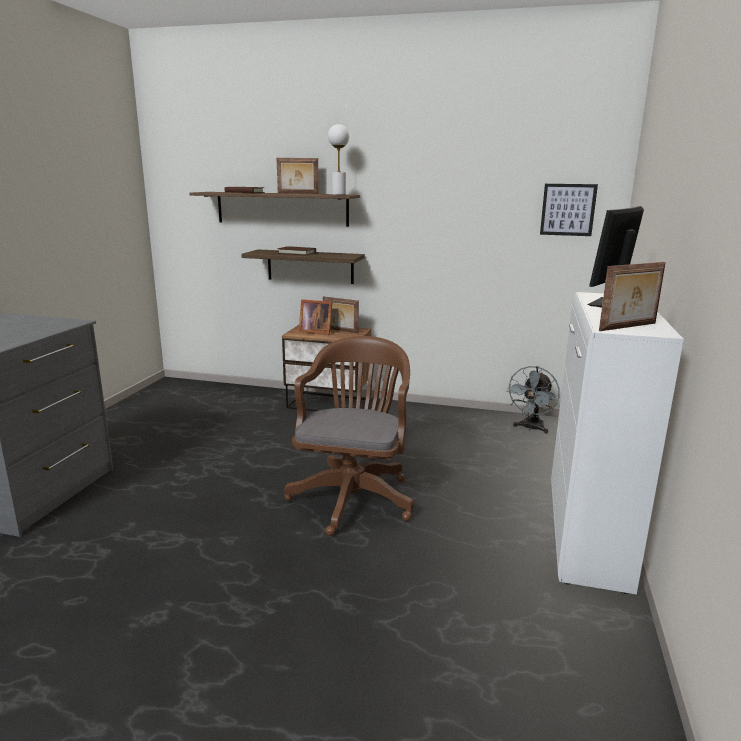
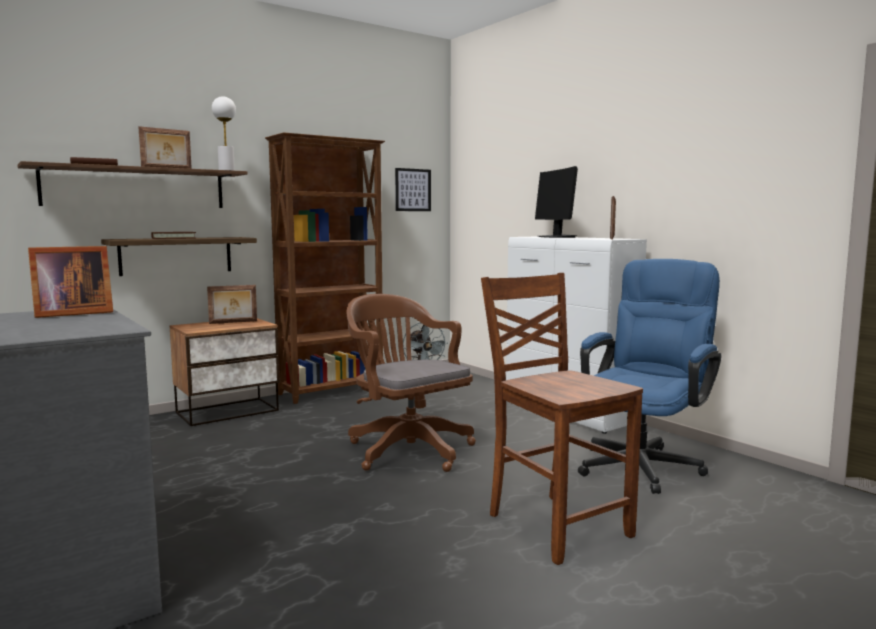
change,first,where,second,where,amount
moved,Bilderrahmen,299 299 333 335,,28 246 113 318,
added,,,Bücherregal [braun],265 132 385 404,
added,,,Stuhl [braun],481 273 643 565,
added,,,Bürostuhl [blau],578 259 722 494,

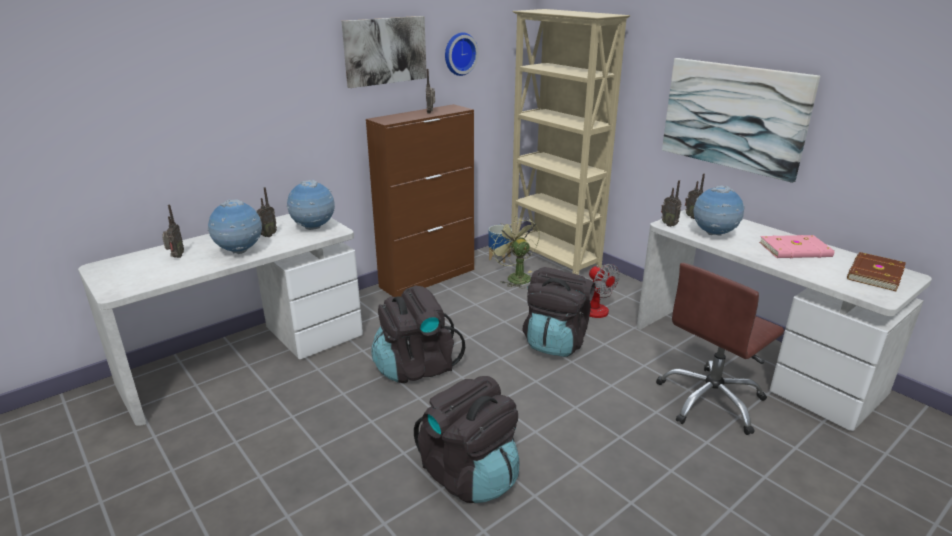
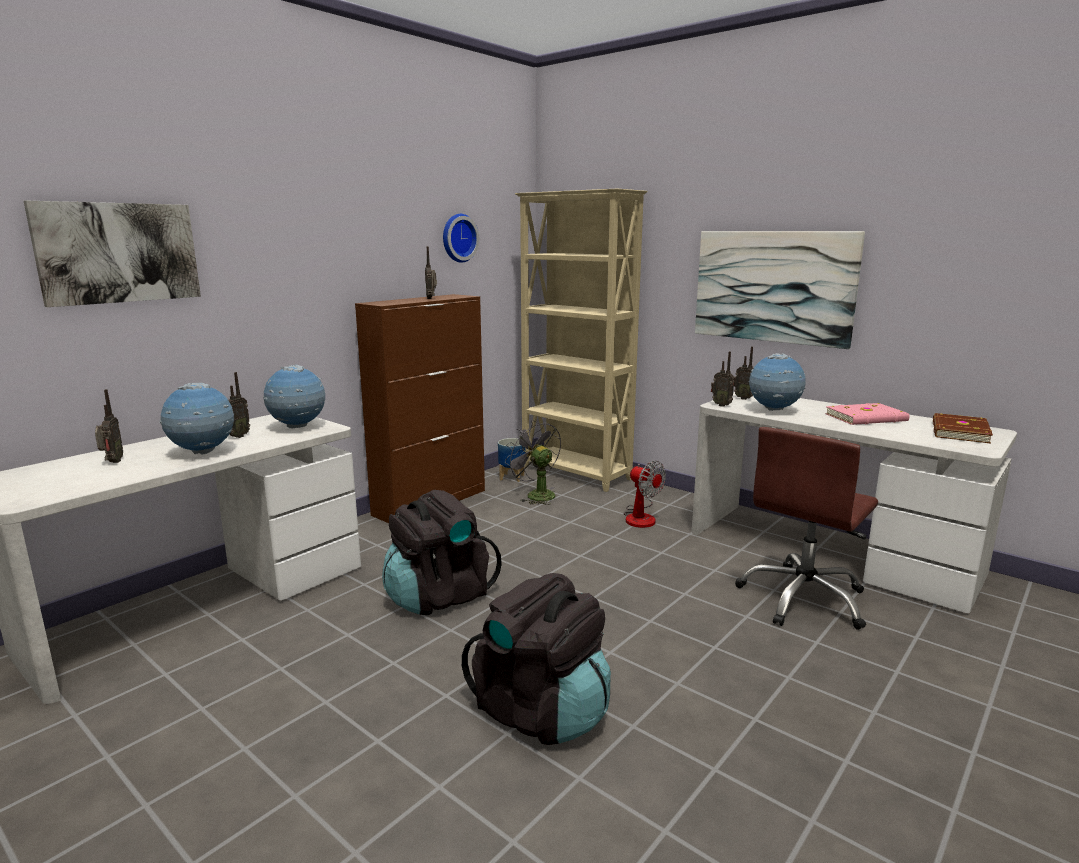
change,first,where,second,where,amount
moved,Bild,342 16 427 88,,24 201 201 307,
recoloured,Ventilator [grün],490 216 540 288,Ventilator [grau],505 420 561 505,
removed,Rucksack [schwarz],523 267 595 357,,,

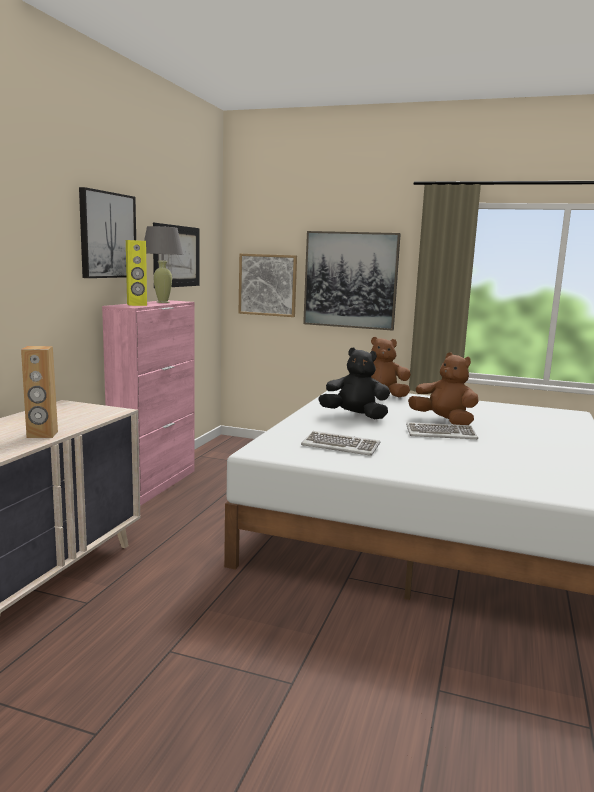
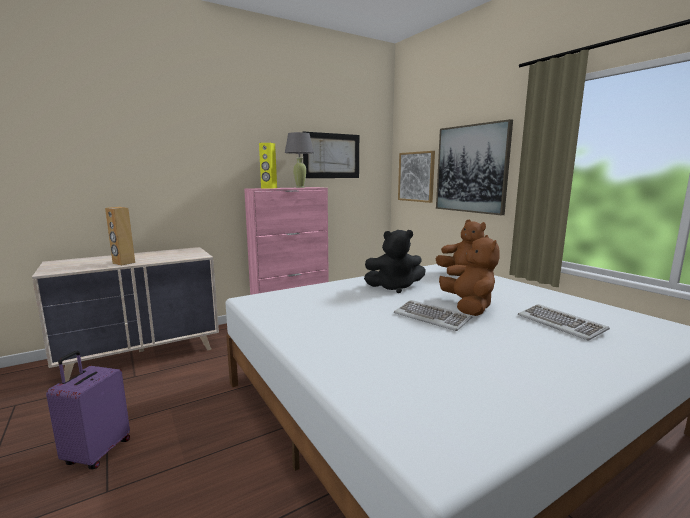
change,first,where,second,where,amount
added,,,Koffer [lila],46 351 130 469,
turned,Plüschtier [schwarz],318 348 390 419,,364 230 426 293,120 degrees clockwise
moved,Tastatur,301 431 380 456,,518 304 610 341,
removed,Bild,79 187 136 278,,,

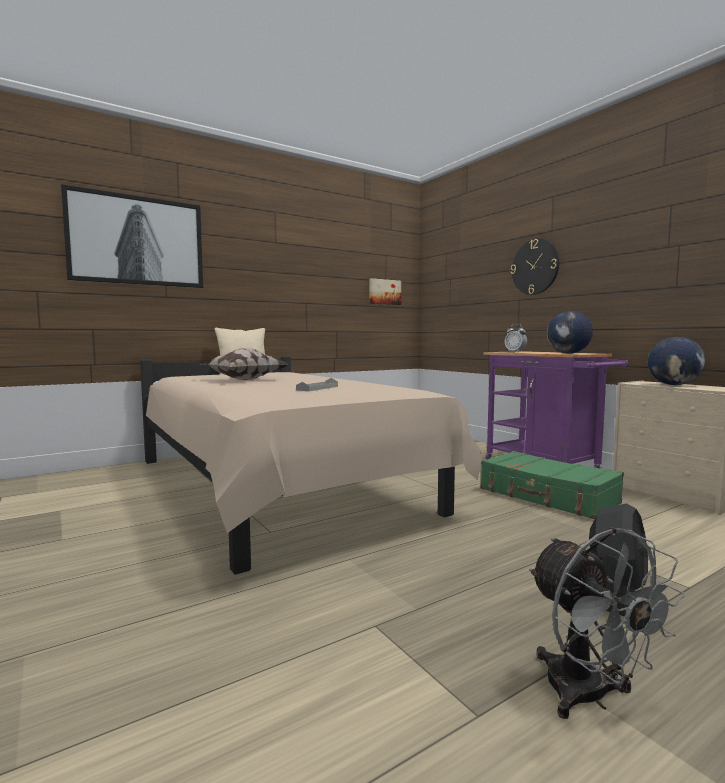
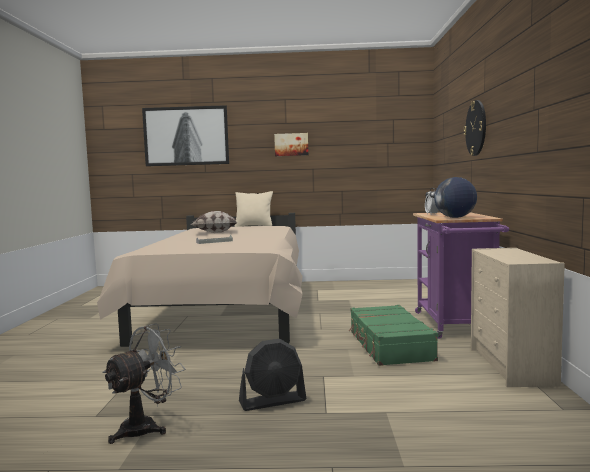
change,first,where,second,where,amount
turned,Ventilator [grau],529 527 685 719,,102 324 185 444,150 degrees counterclockwise
moved,Bild,370 278 401 305,,274 133 308 156,
removed,Globus,648 337 706 385,,,

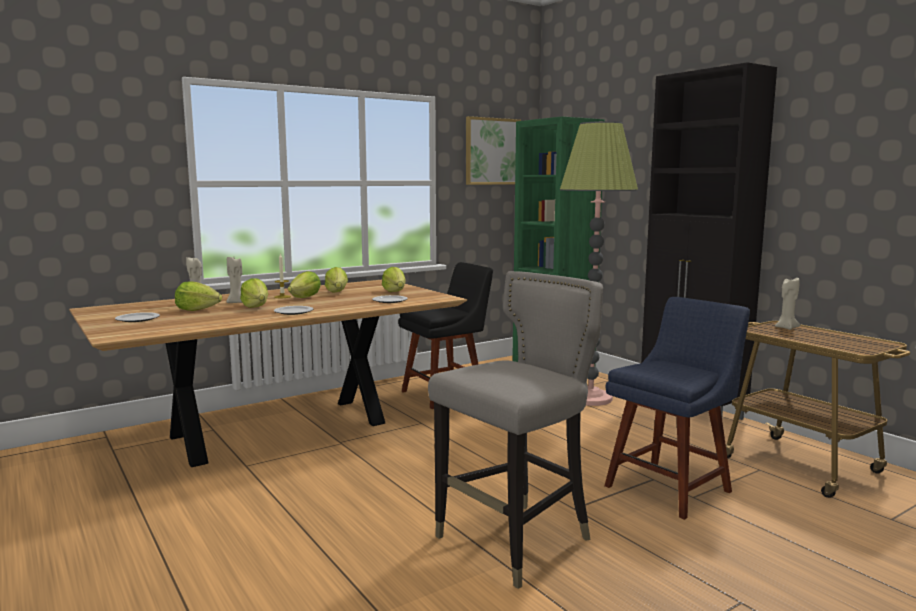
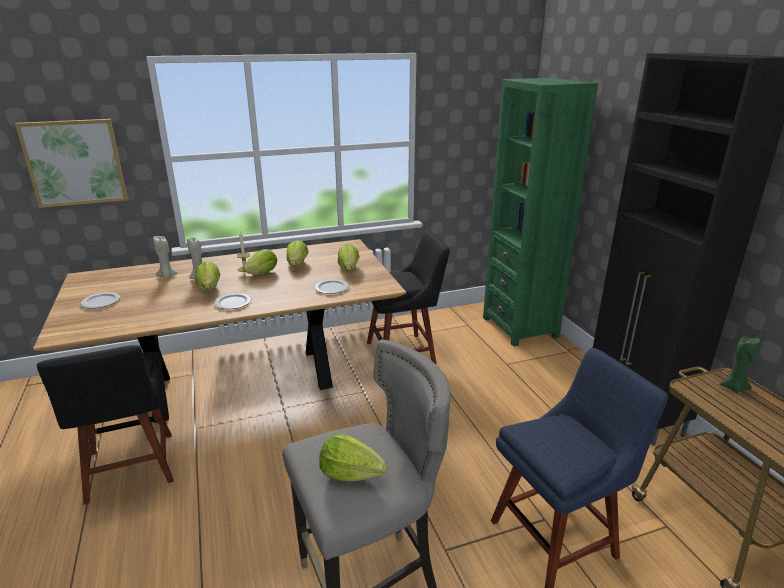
change,first,where,second,where,amount
moved,Bild,466 116 521 185,,15 119 128 208,
added,,,Stuhl [schwarz],37 345 173 505,
moved,Salatkopf,175 282 222 311,,319 434 387 481,
recoloured,Kerze [beige],775 278 800 330,Kerze [grün],720 336 760 393,
removed,Stehlampe,560 121 638 406,,,

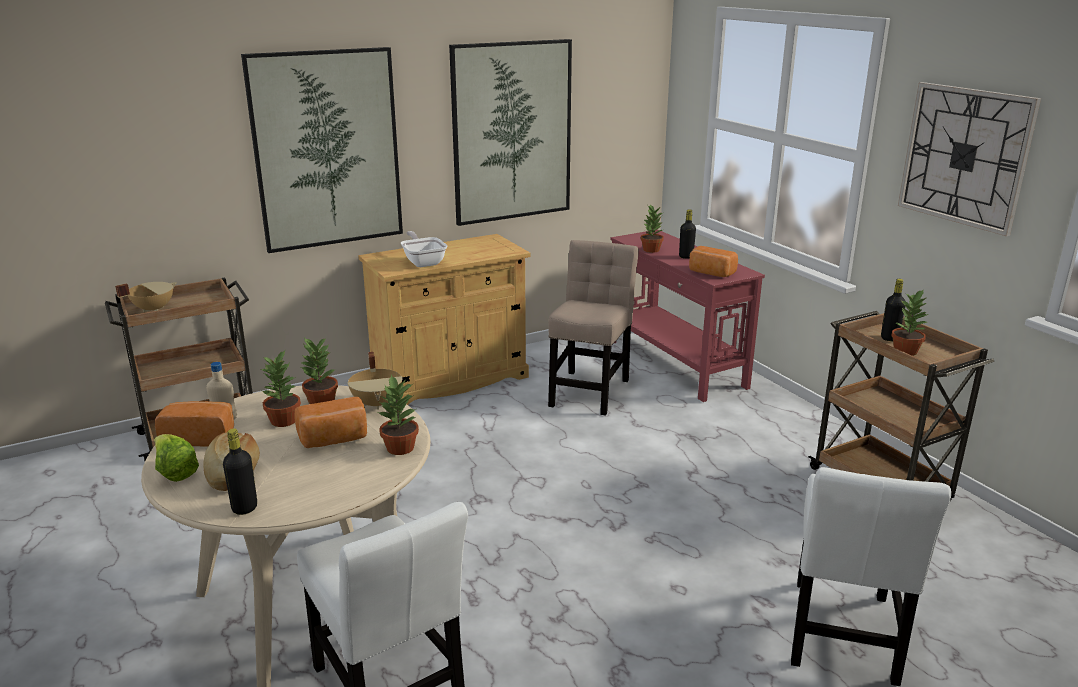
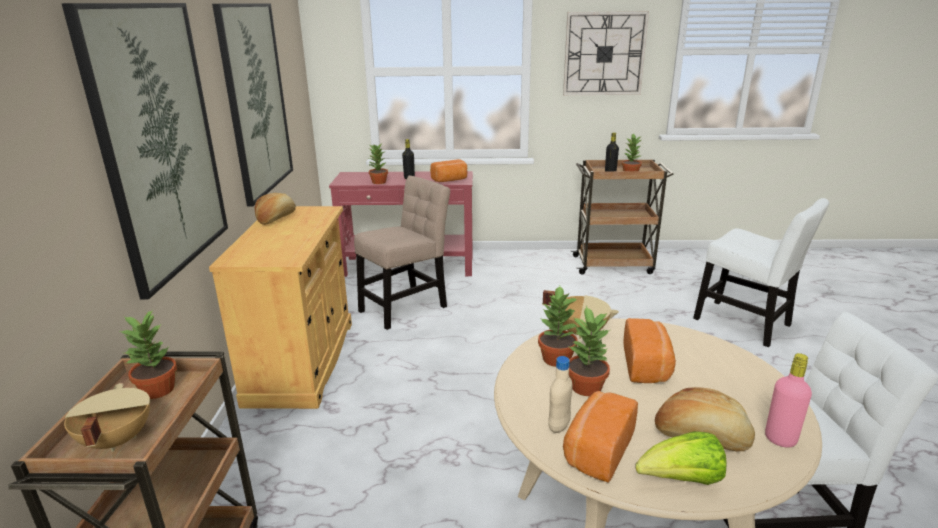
change,first,where,second,where,amount
moved,Topfpflanze,378 375 419 455,,120 310 177 399,
added,,,Brot,255 193 296 225,
turned,Stuhl [beige],548 240 639 416,,354 176 450 330,90 degrees clockwise
recoloured,Flasche [schwarz],223 429 257 515,Flasche [rosa],765 353 812 448,
removed,Pfanne,401 231 447 267,,,

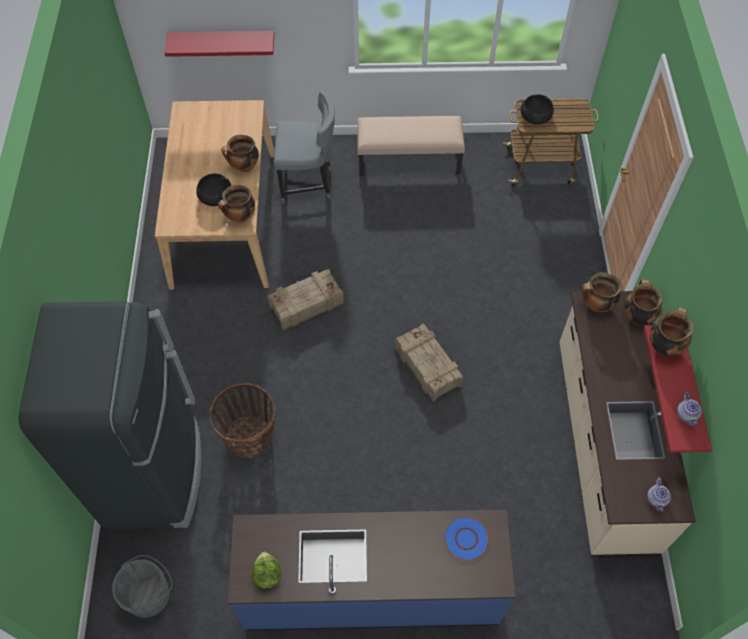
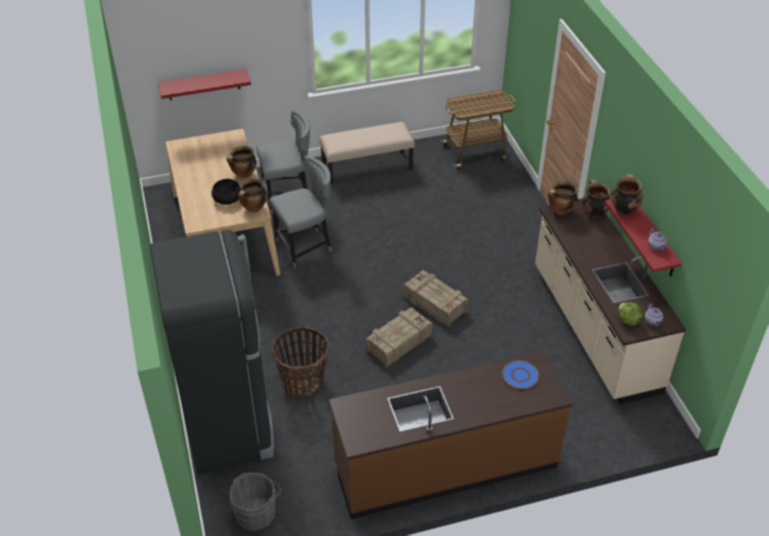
change,first,where,second,where,amount
added,,,Stuhl [grau],269 156 332 268,
recoloured,Küchenzeile [blau],228 510 515 631,Küchenzeile [braun],329 351 572 519,
moved,Kiste,268 269 344 331,,366 307 432 368,
moved,Salatkopf,251 552 281 589,,619 302 643 326,
removed,Schüssel [schwarz],521 94 554 125,,,

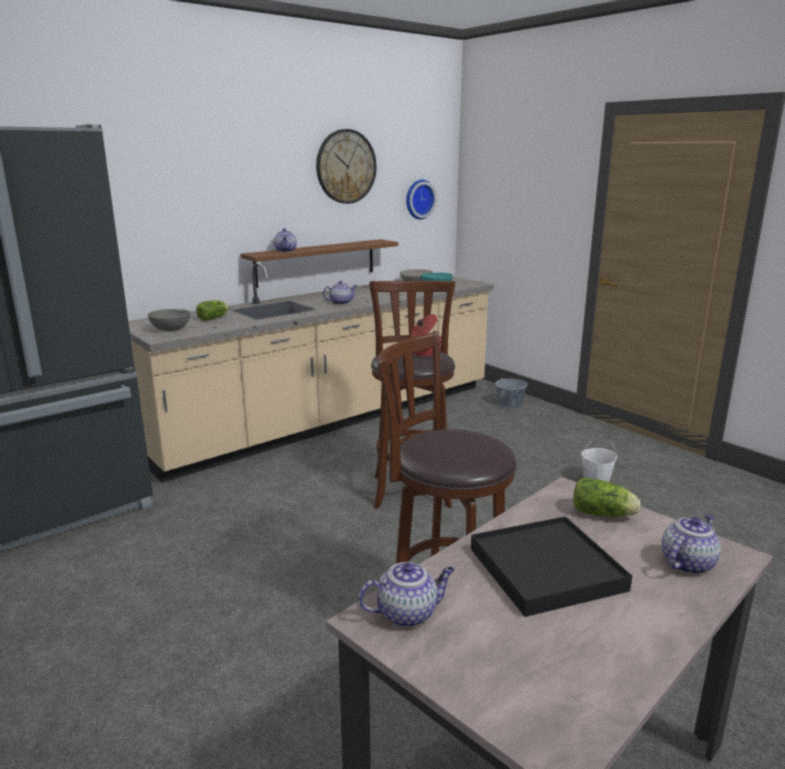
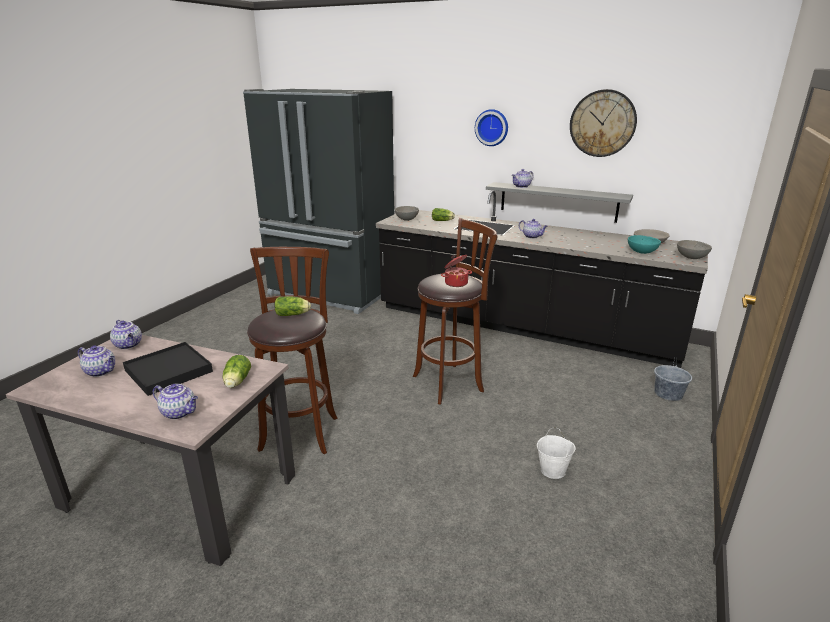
change,first,where,second,where,amount
added,,,Teekanne,78 345 115 377,
added,,,Salatkopf,275 296 311 316,
recoloured,Küchenzeile [beige],128 262 494 483,Küchenzeile [schwarz],376 190 708 368,
moved,Wanduhr,406 180 437 219,,475 109 508 146,
recoloured,Wandregal [braun],240 239 398 288,Wandregal [grau],486 182 633 223,
added,,,Schüssel [grau],677 240 712 259,

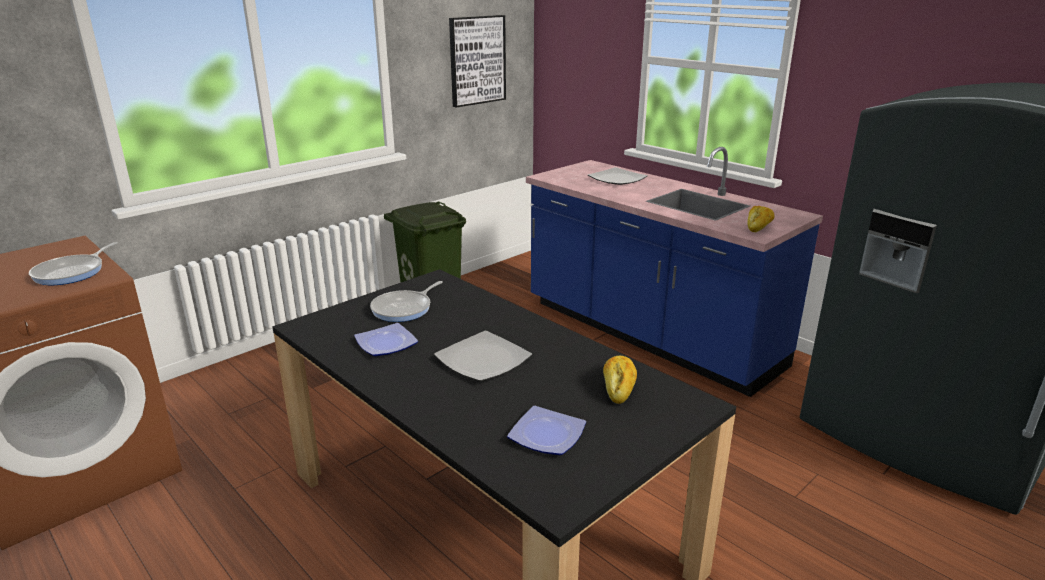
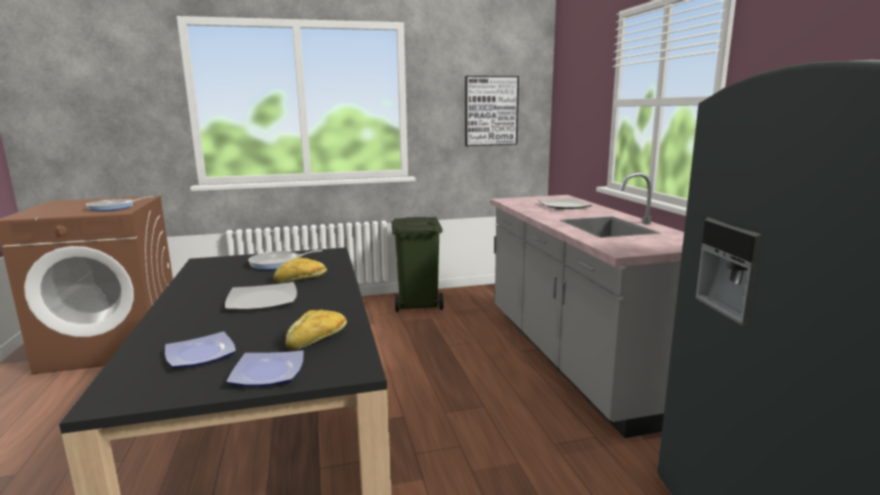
change,first,where,second,where,amount
moved,Teller,354 323 418 356,,226 350 304 387,
moved,Brot,747 206 775 232,,273 257 327 283,
recoloured,Küchenzeile [blau],526 147 823 397,Küchenzeile [grau],491 172 684 438,

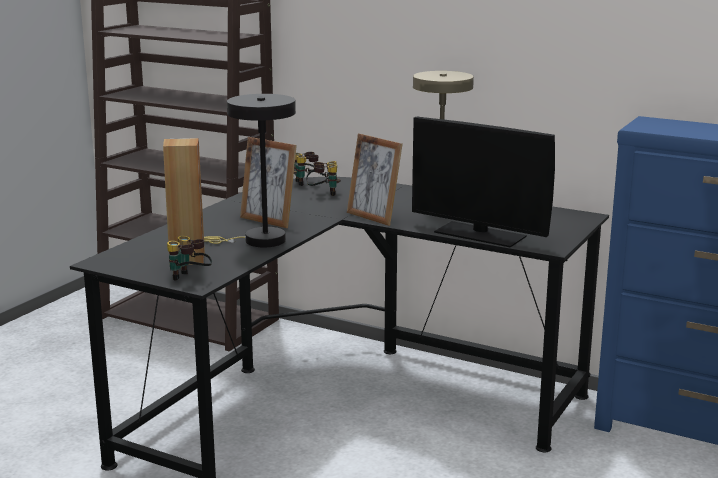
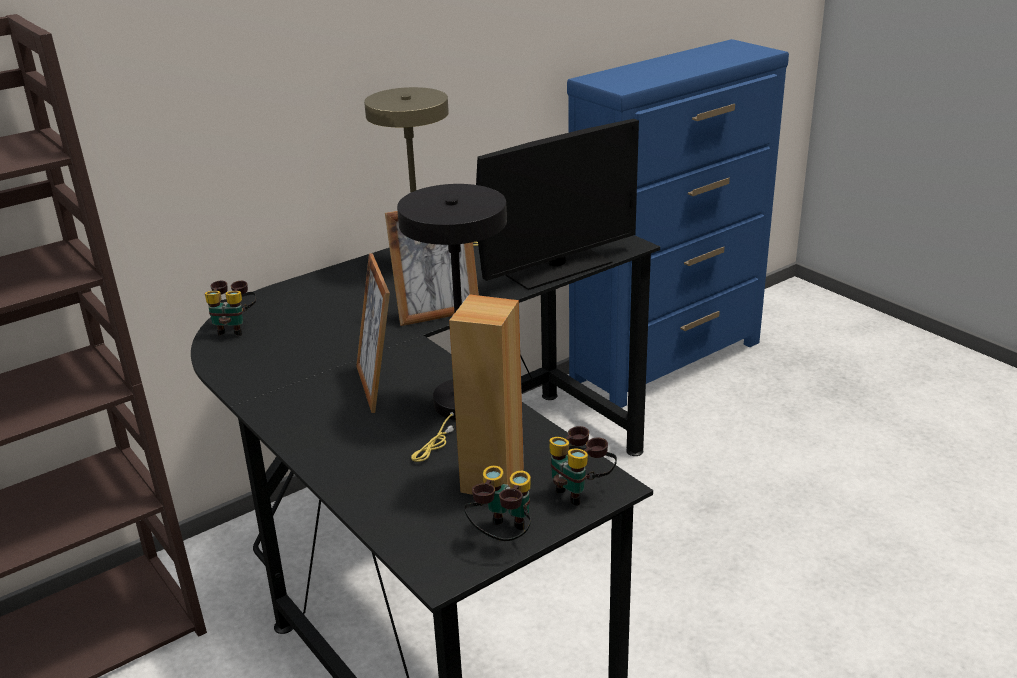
change,first,where,second,where,amount
turned,Bilderrahmen,240 137 297 228,,356 253 390 413,105 degrees clockwise
moved,Fernglas,306 161 341 196,,464 465 531 541,

